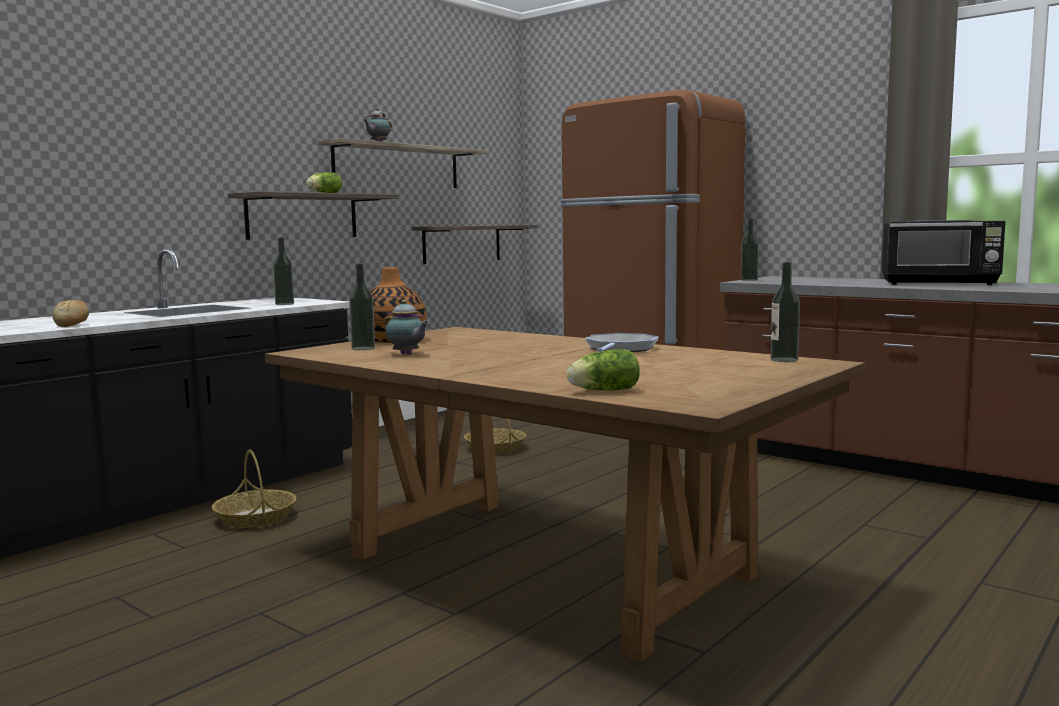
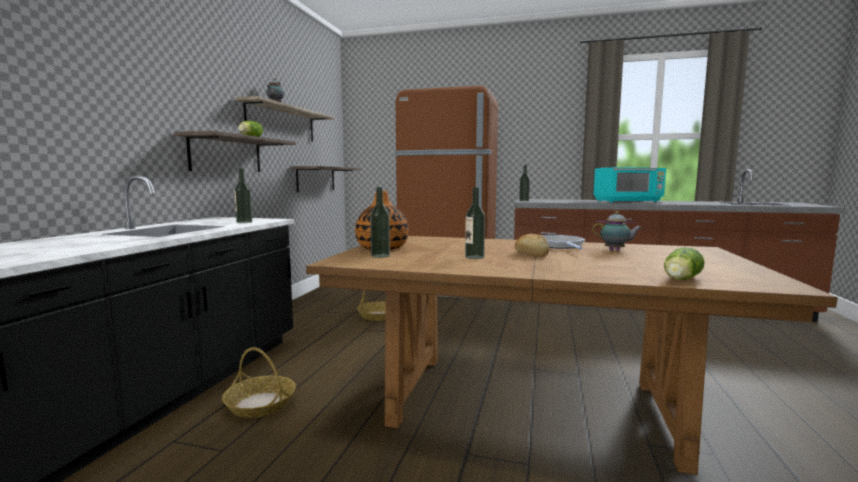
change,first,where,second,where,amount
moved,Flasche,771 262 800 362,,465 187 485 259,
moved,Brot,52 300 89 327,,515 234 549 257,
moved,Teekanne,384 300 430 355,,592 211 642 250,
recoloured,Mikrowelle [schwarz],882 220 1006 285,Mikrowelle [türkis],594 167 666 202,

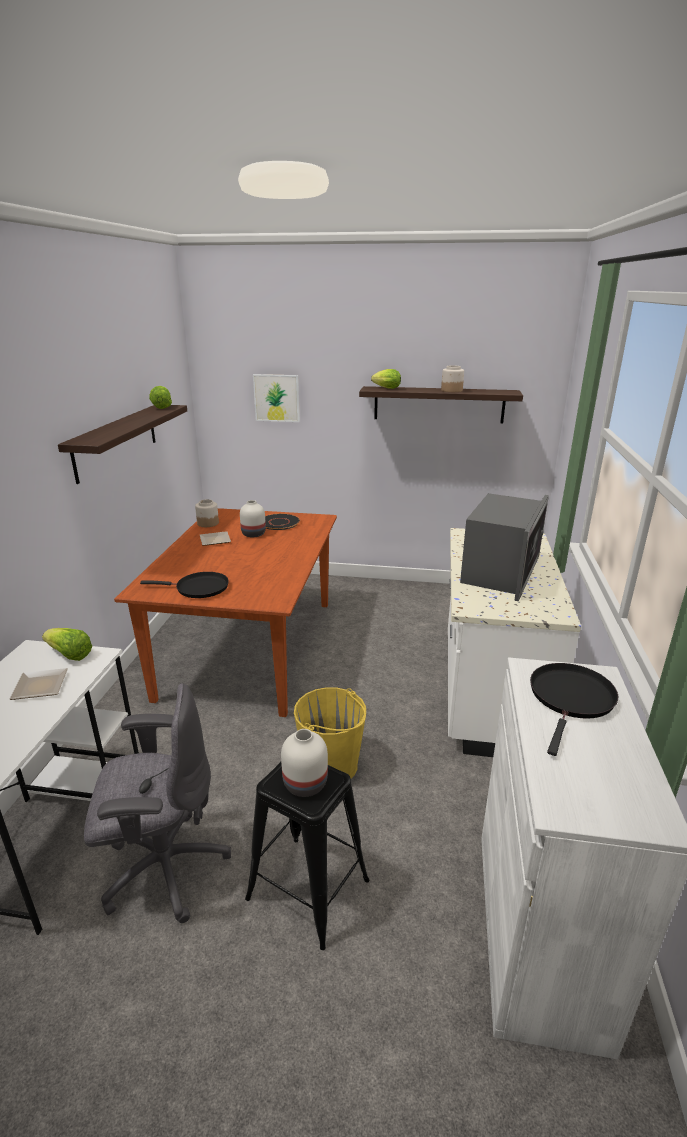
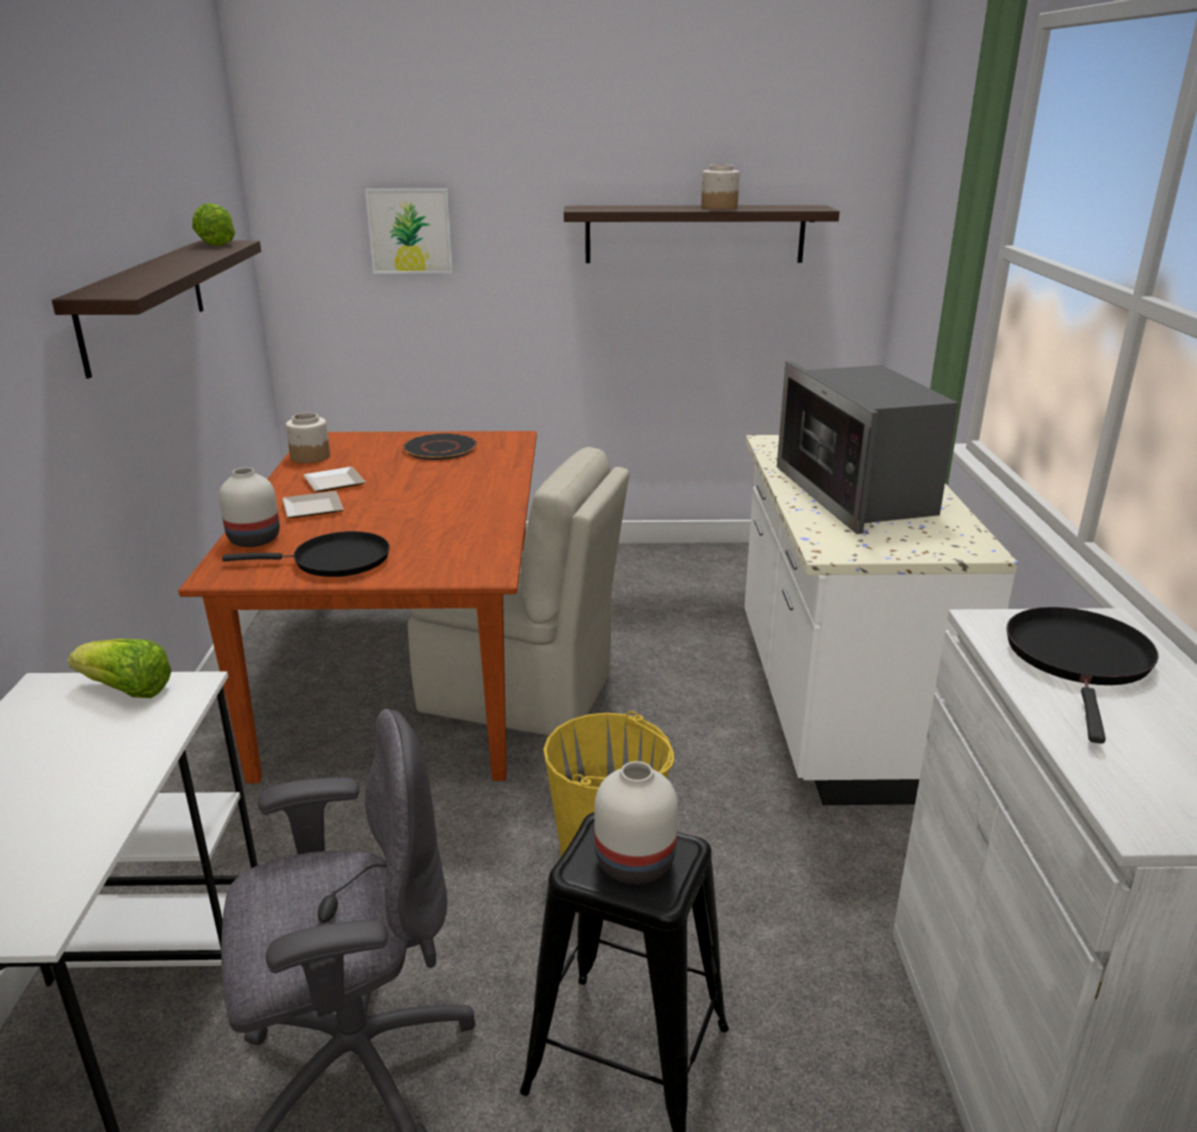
change,first,where,second,where,amount
moved,Vase [weiß],240 500 266 537,,219 467 280 547,
moved,Teller,10 668 68 700,,282 491 344 518,
added,,,Stuhl [beige],407 447 629 736,
turned,Mikrowelle,460 493 549 601,,777 361 958 534,150 degrees clockwise
removed,Salatkopf,371 369 401 389,,,

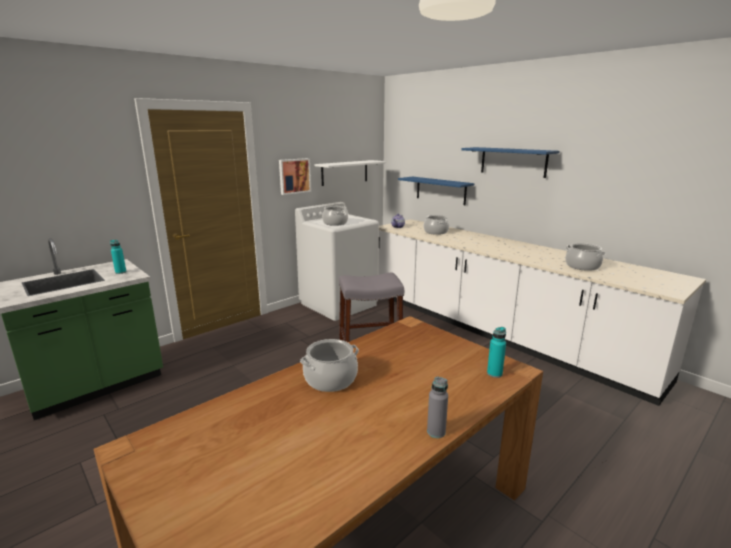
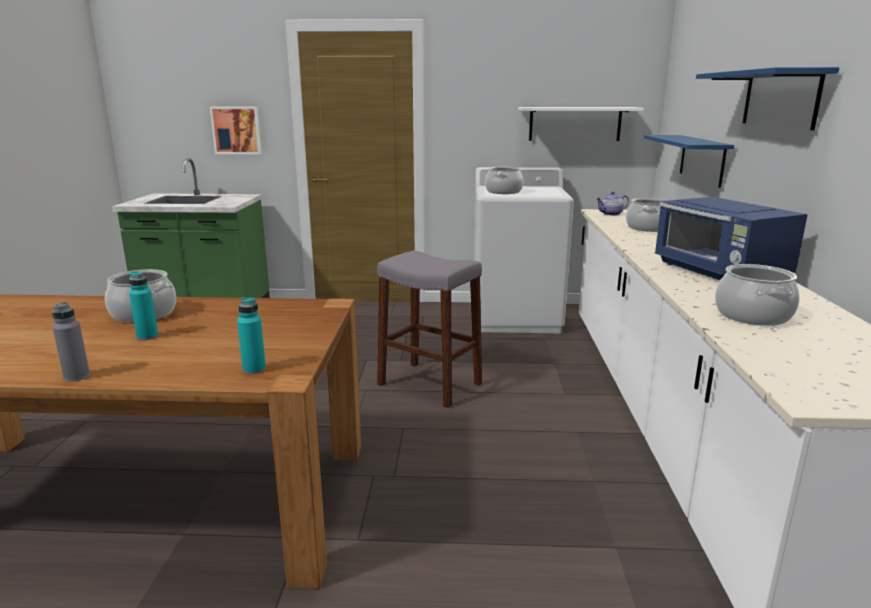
change,first,where,second,where,amount
moved,Flasche [türkis],110 240 127 274,,129 271 158 340,
moved,Bild,279 158 311 195,,210 107 262 154,
added,,,Mikrowelle [blau],655 197 808 280,

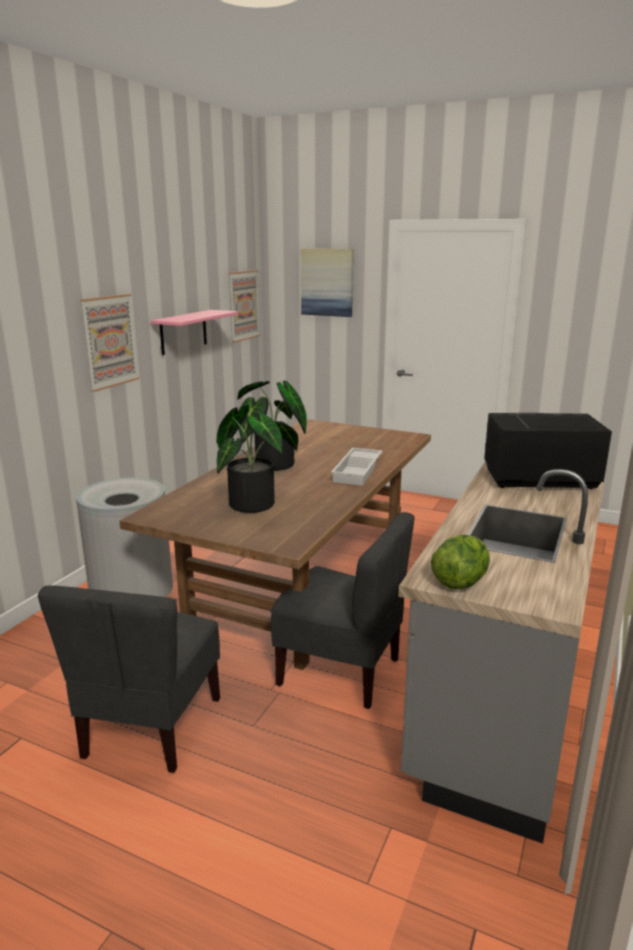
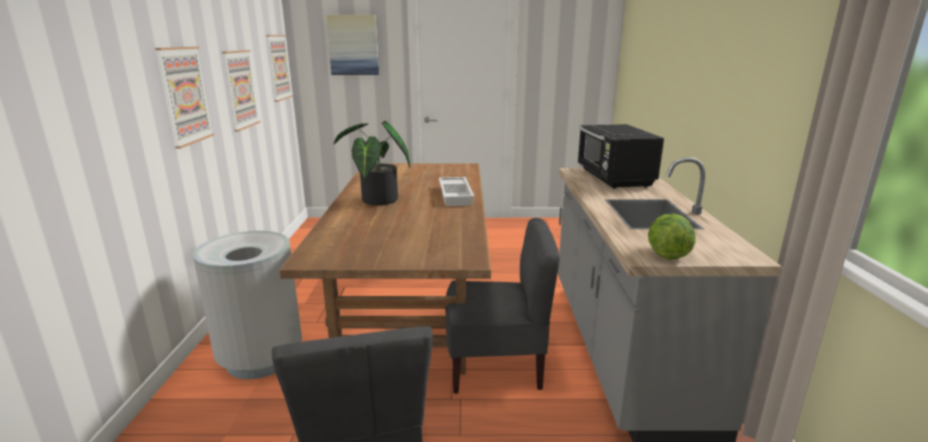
change,first,where,second,where,amount
replaced,Wandregal [rosa],151 310 238 355,Bild,222 50 260 132,
turned,Mikrowelle [schwarz],484 413 612 489,,578 124 664 189,75 degrees counterclockwise
removed,Topfpflanze,216 404 298 513,,,

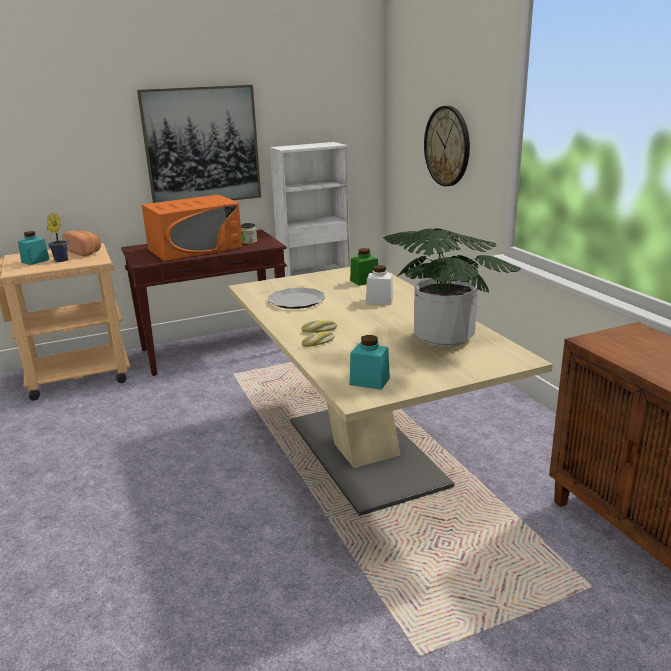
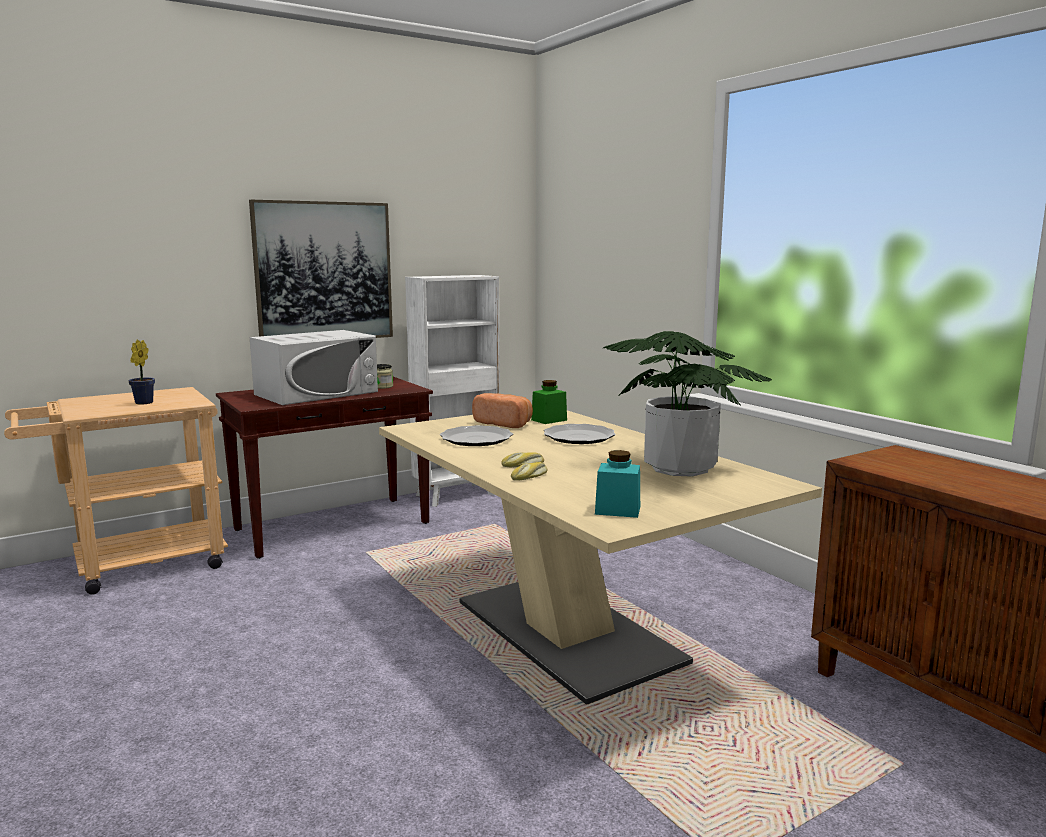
change,first,where,second,where,amount
recoloured,Mikrowelle [orange],142 195 243 261,Mikrowelle [weiß],250 330 378 405,
moved,Brot,63 231 101 256,,472 393 533 428,
replaced,Vorratsglas [weiß],366 265 393 305,Teller,544 424 616 444,
removed,Vorratsglas [türkis],18 231 50 265,,,
removed,Wanduhr,424 106 470 186,,,

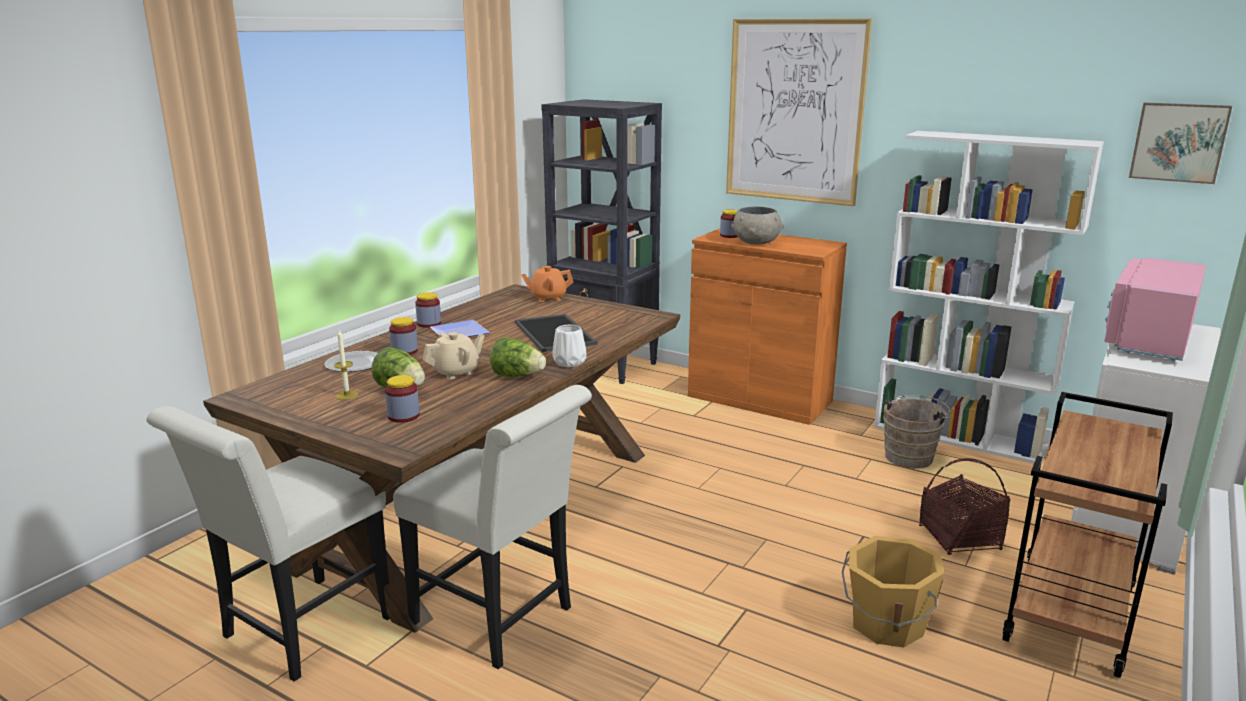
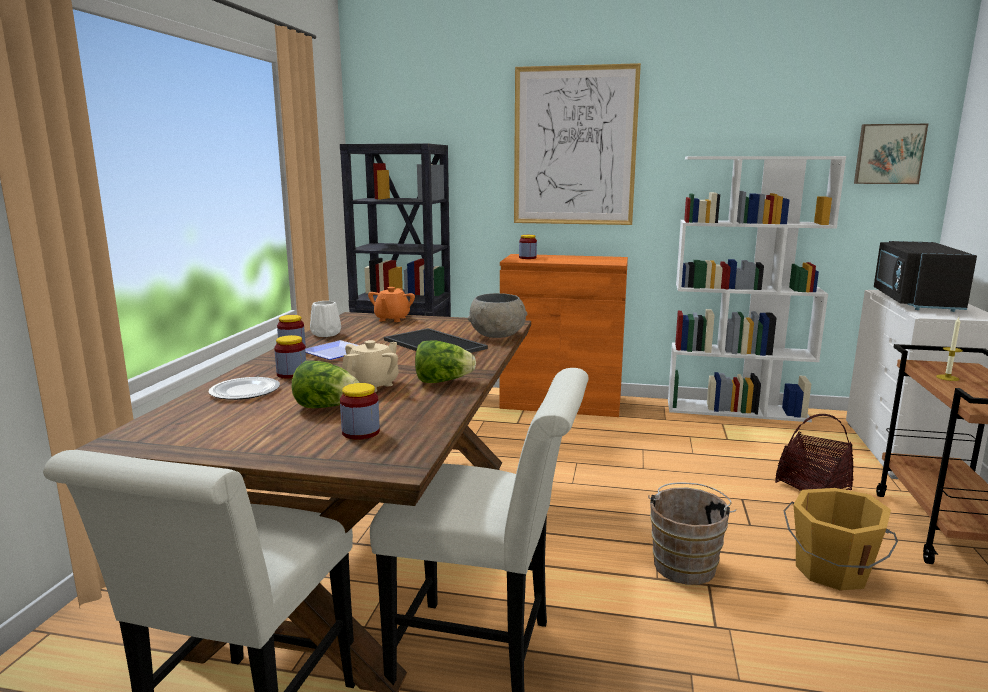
change,first,where,second,where,amount
moved,Vase [weiß],552 325 587 367,,310 301 341 337,
turned,Teekanne [orange],521 266 573 302,,368 287 415 322,45 degrees counterclockwise
moved,Schüssel [grau],731 206 784 244,,468 293 527 338,
moved,Eimer [braun],883 395 951 469,,648 483 736 585,
recoloured,Mikrowelle [rosa],1104 257 1206 361,Mikrowelle [schwarz],874 241 977 312,
moved,Kerze,334 329 358 400,,936 317 963 381,

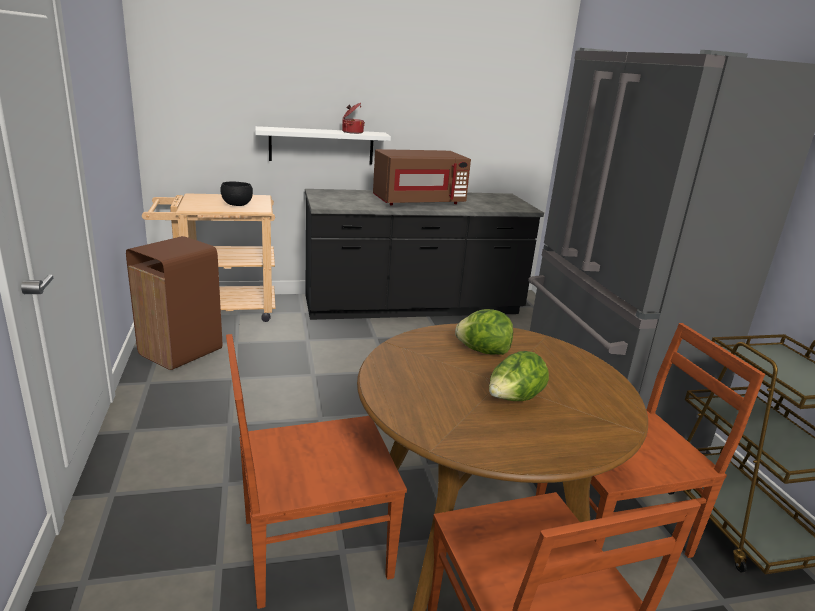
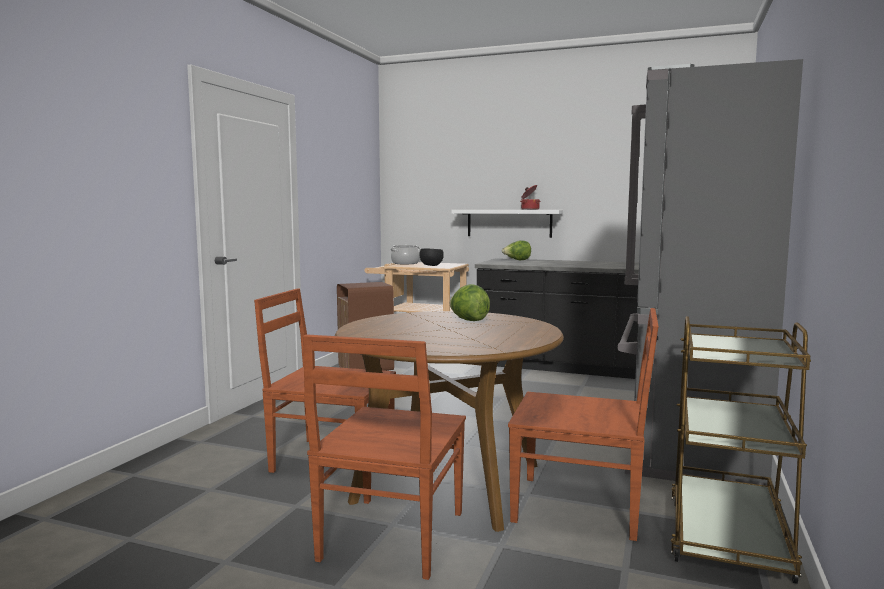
change,first,where,second,where,amount
added,,,Kochtopf,391 245 420 264,
moved,Salatkopf,489 351 549 401,,502 240 531 260,
removed,Mikrowelle [braun],373 149 471 205,,,

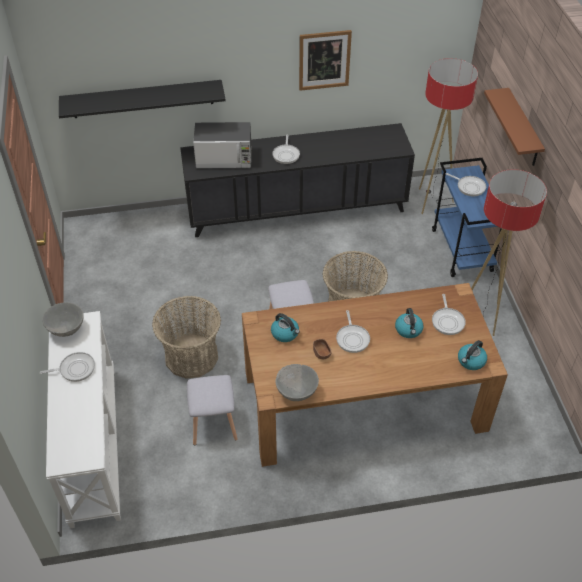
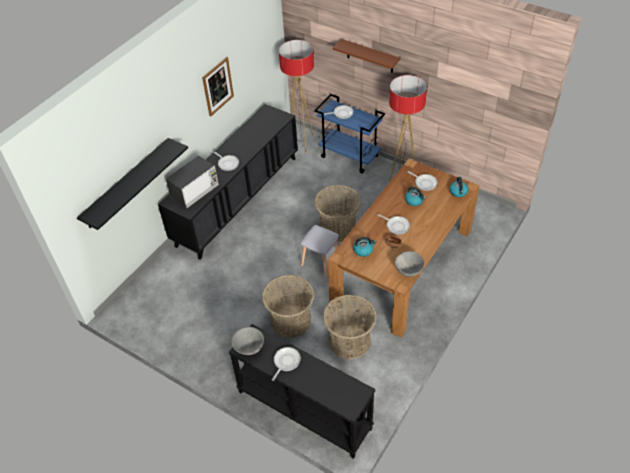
change,first,where,second,where,amount
recoloured,Konsolentisch [weiß],46 311 121 528,Konsolentisch [schwarz],228 324 376 459,
replaced,Hocker [grau],187 375 238 445,Korb,323 295 377 359,

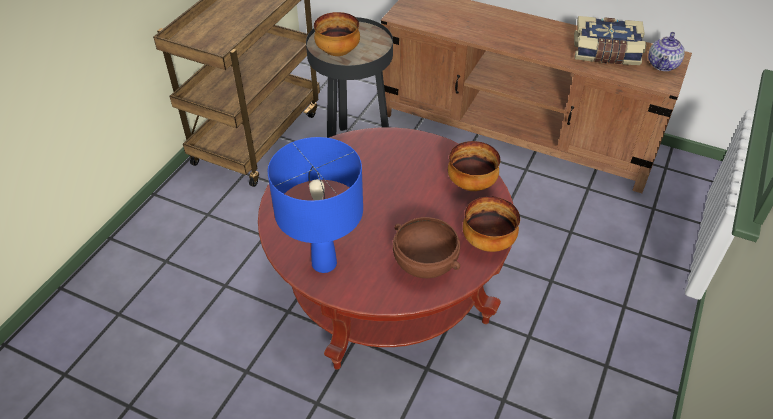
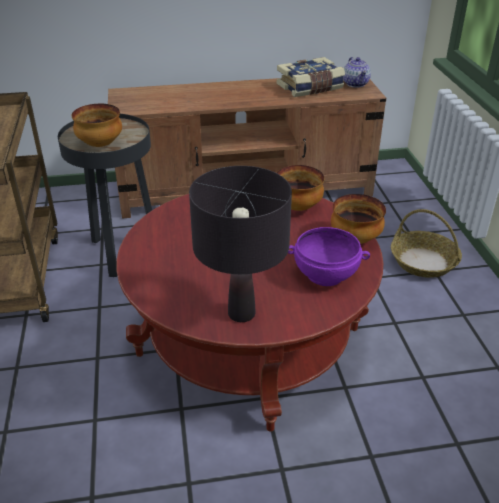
change,first,where,second,where,amount
recoloured,Tischlampe [blau],268 137 363 273,Tischlampe [schwarz],189 166 292 322,
recoloured,Schüssel [braun],393 217 460 278,Schüssel [lila],288 227 370 286,
added,,,Korb,391 209 462 278,

